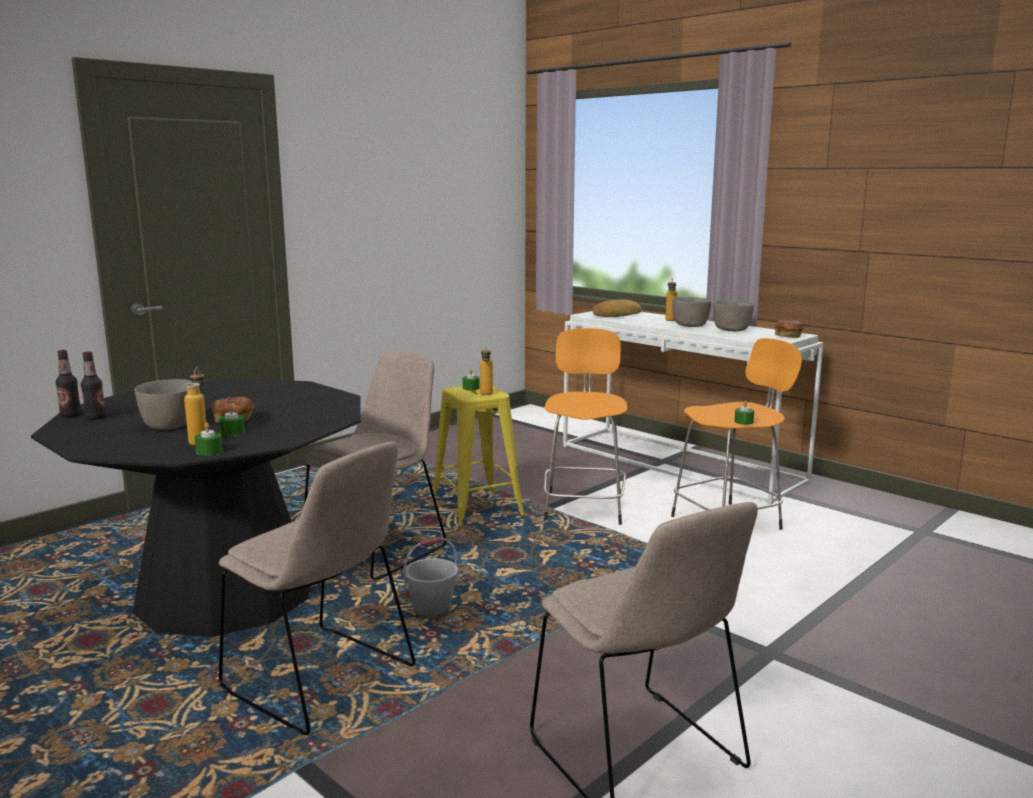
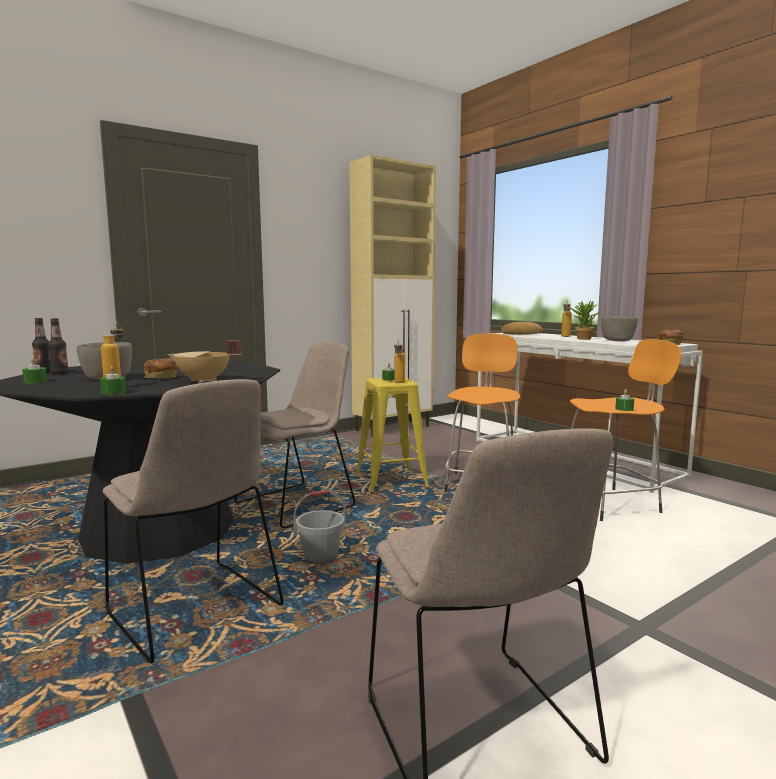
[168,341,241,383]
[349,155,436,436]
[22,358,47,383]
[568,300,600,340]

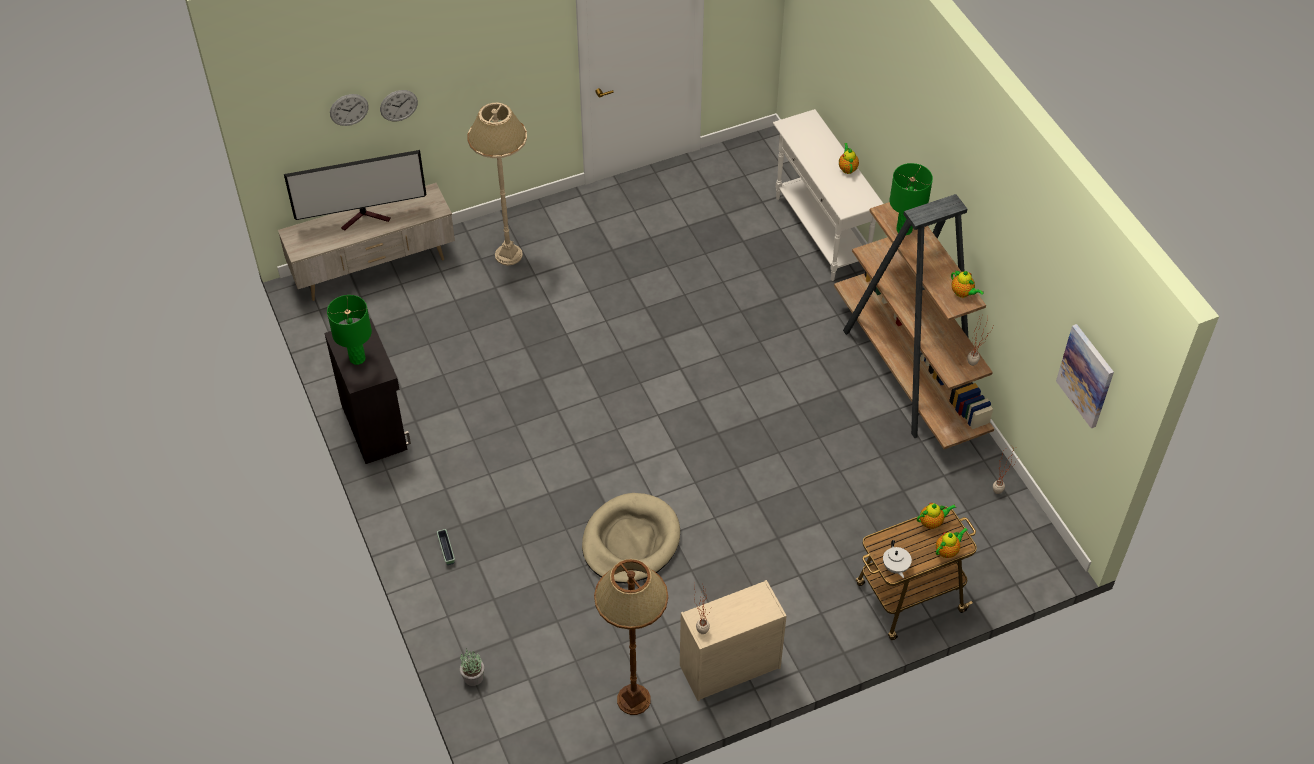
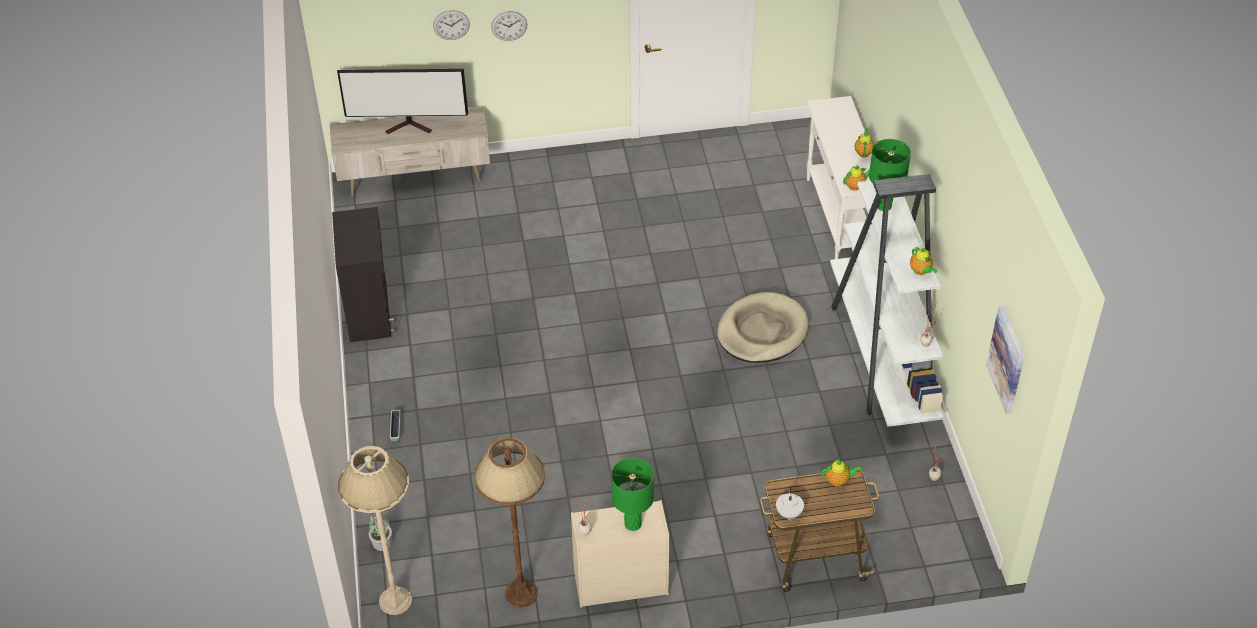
[611,458,654,531]
[491,11,527,41]
[338,446,412,615]
[717,292,809,363]
[843,165,870,191]
[830,174,943,427]

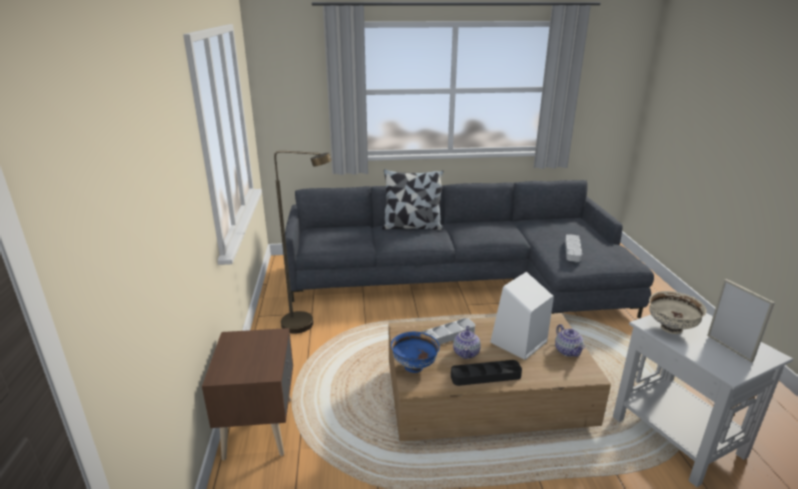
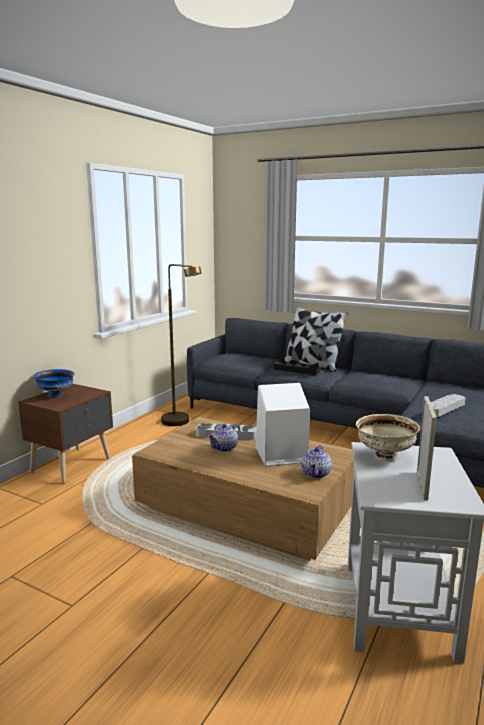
[33,369,74,398]
[274,361,320,375]

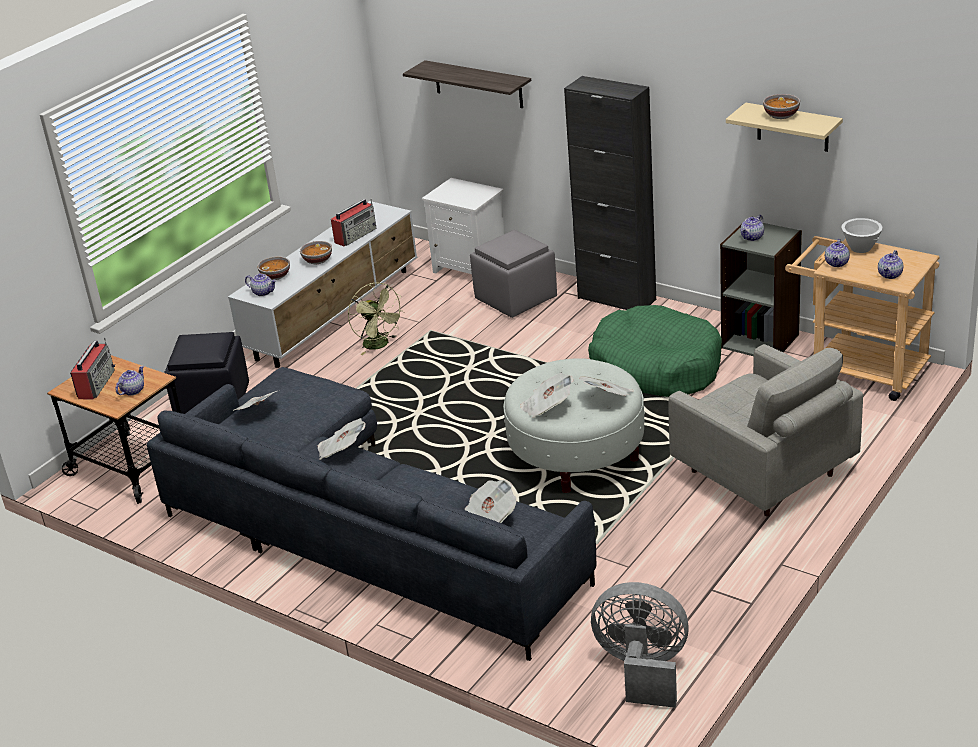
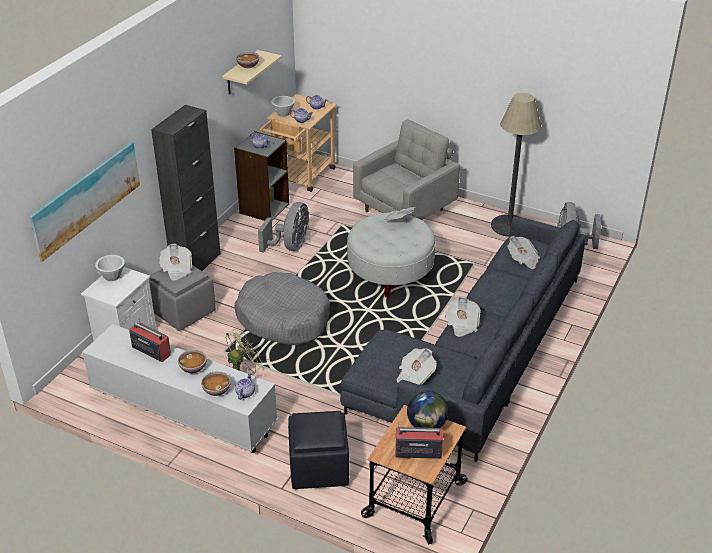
[95,255,125,281]
[235,272,330,345]
[491,93,541,237]
[159,244,192,281]
[407,391,448,428]
[30,142,140,262]
[258,202,309,253]

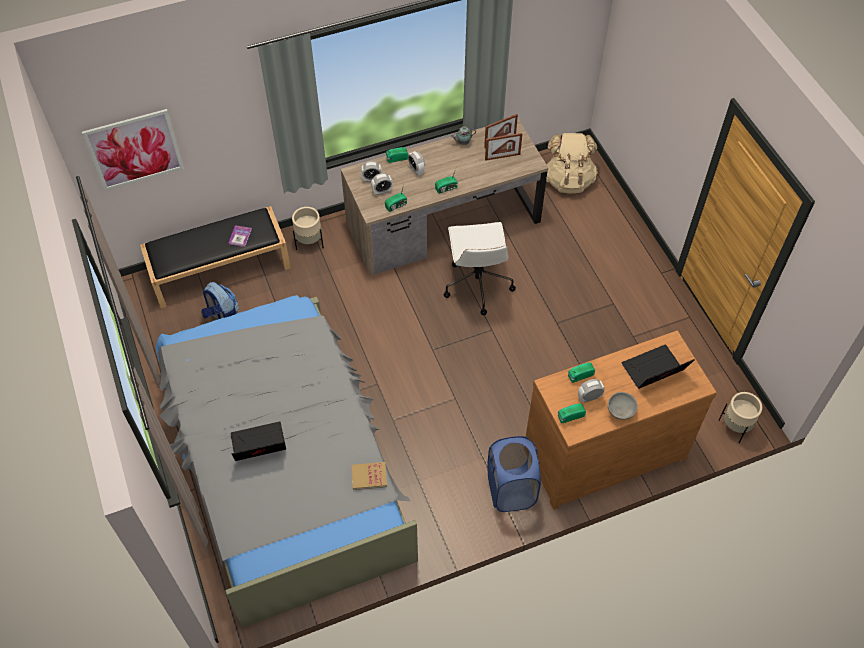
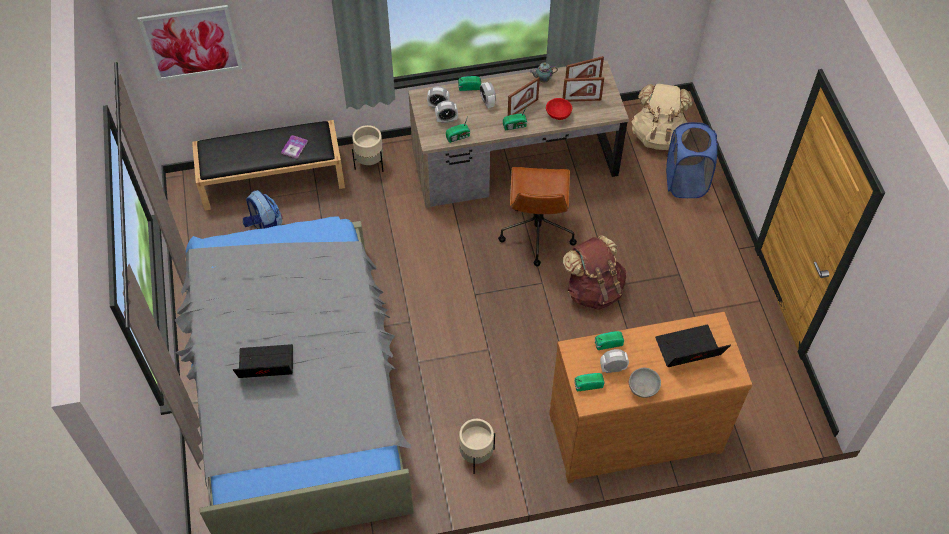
[351,462,387,490] (first image)
[508,77,540,116]
[546,98,572,120]
[563,235,626,310]
[666,122,718,198]
[459,419,495,474]
[498,167,577,266]

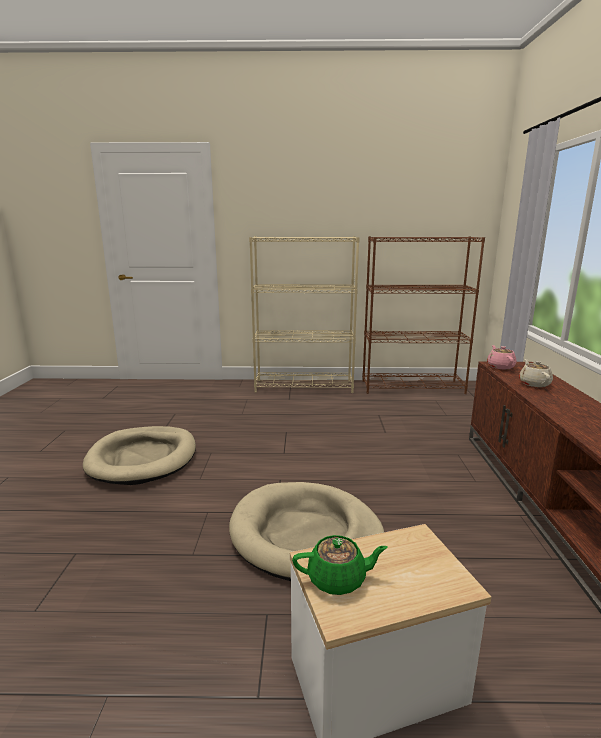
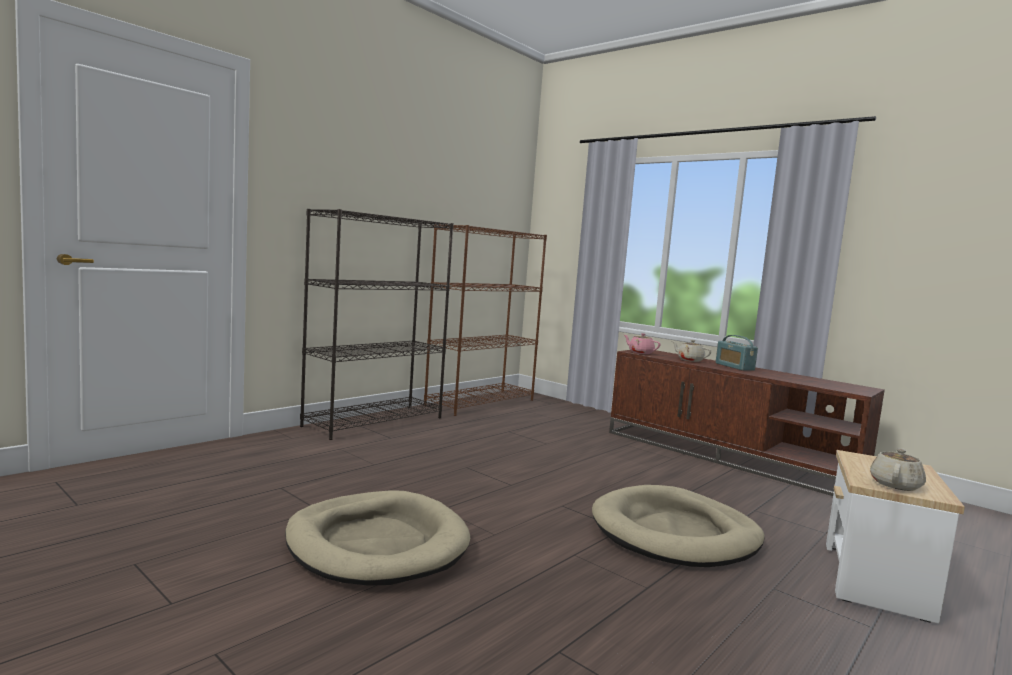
[716,335,758,371]
[300,209,454,440]
[870,448,926,491]

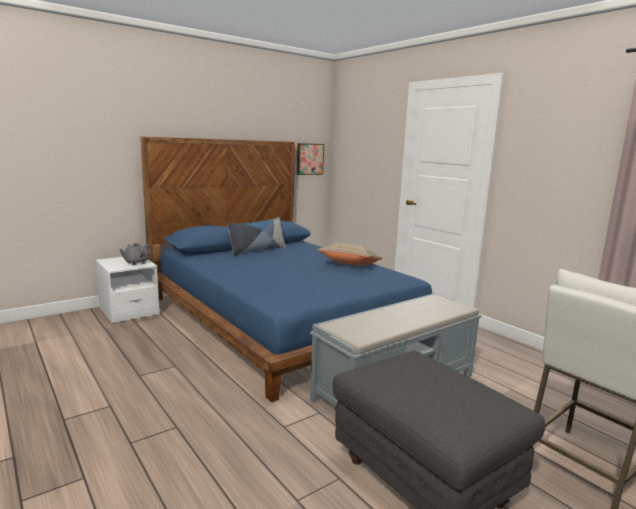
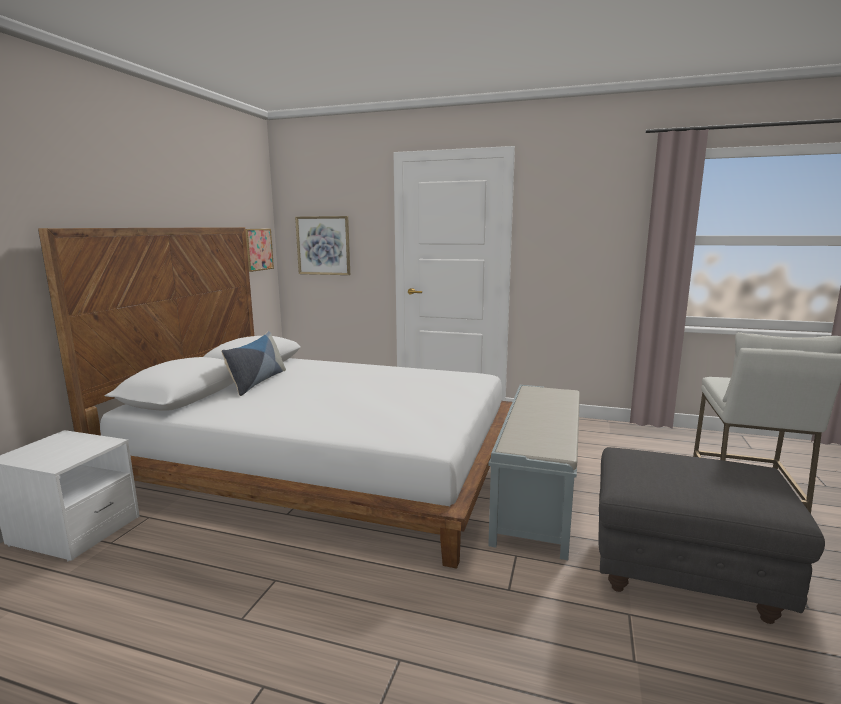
[119,243,152,265] (first image)
[318,243,383,265] (first image)
[295,216,350,275]
[38,227,512,568]

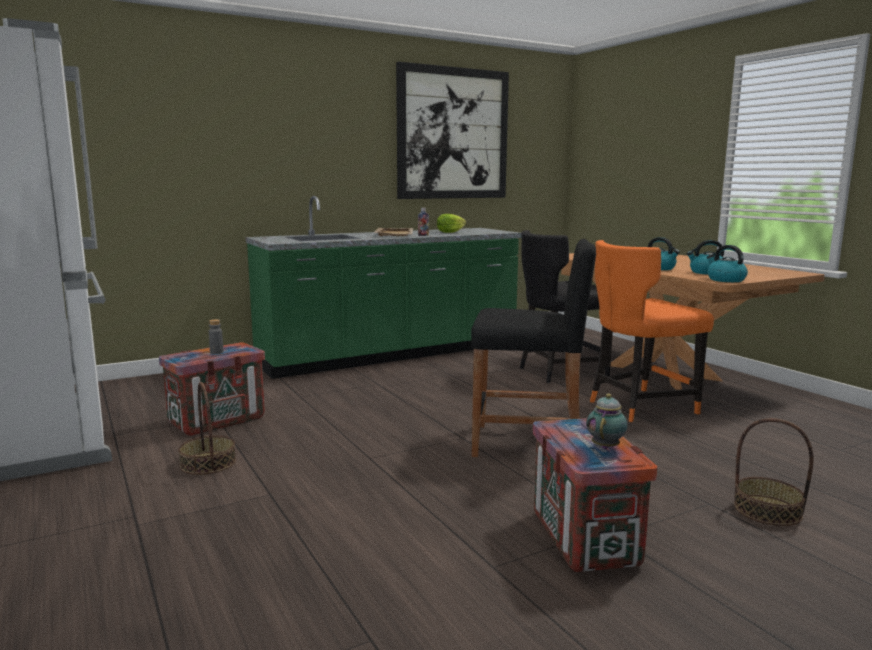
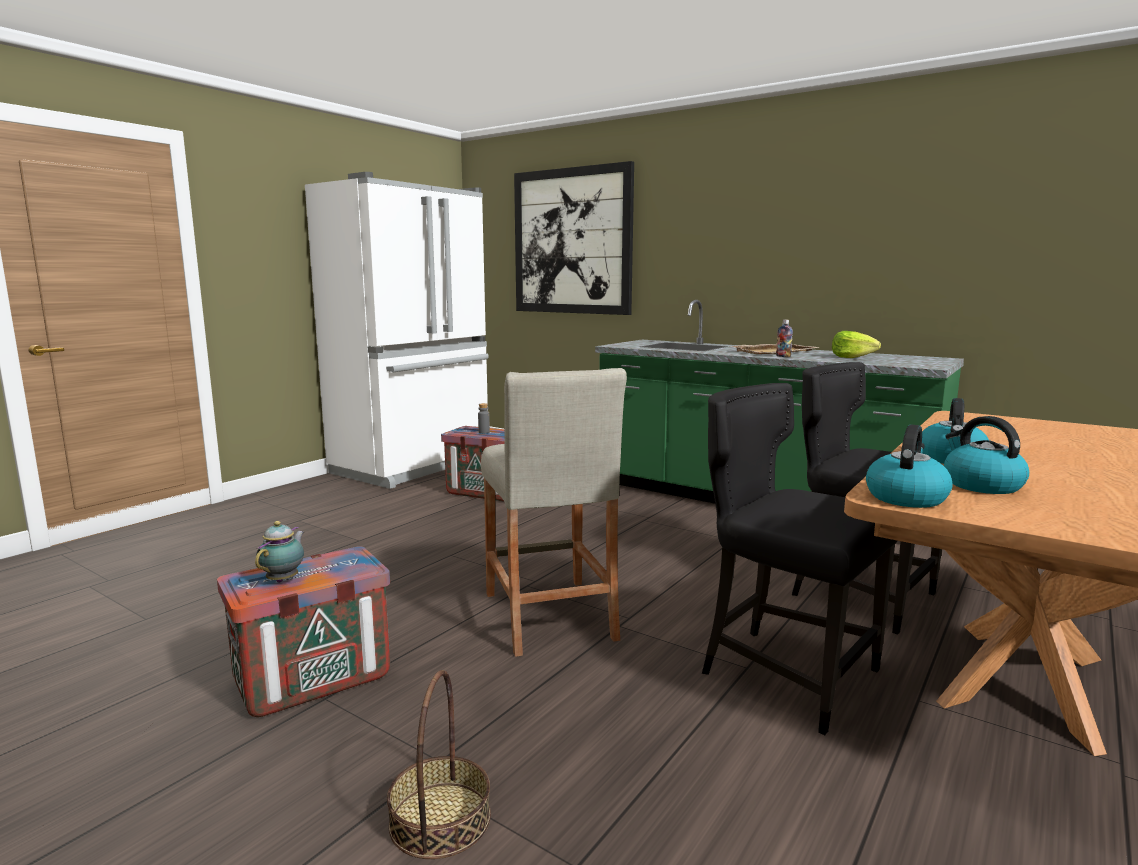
[178,382,236,475] (first image)
[514,161,634,315]
[481,368,627,657]
[702,383,897,735]
[255,521,304,583]

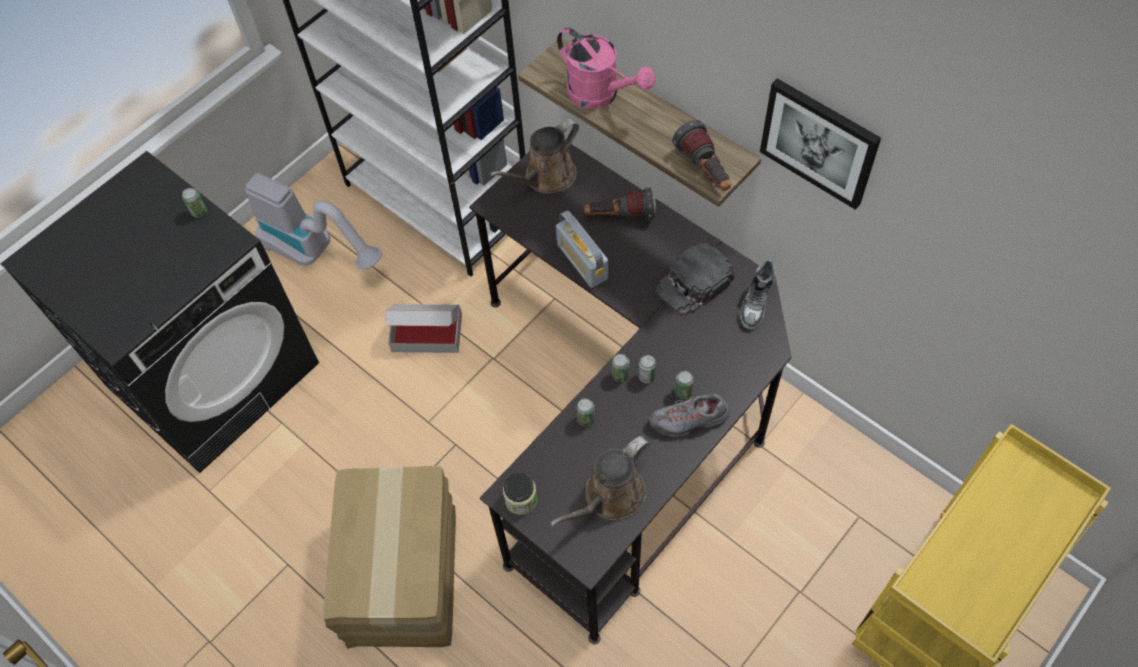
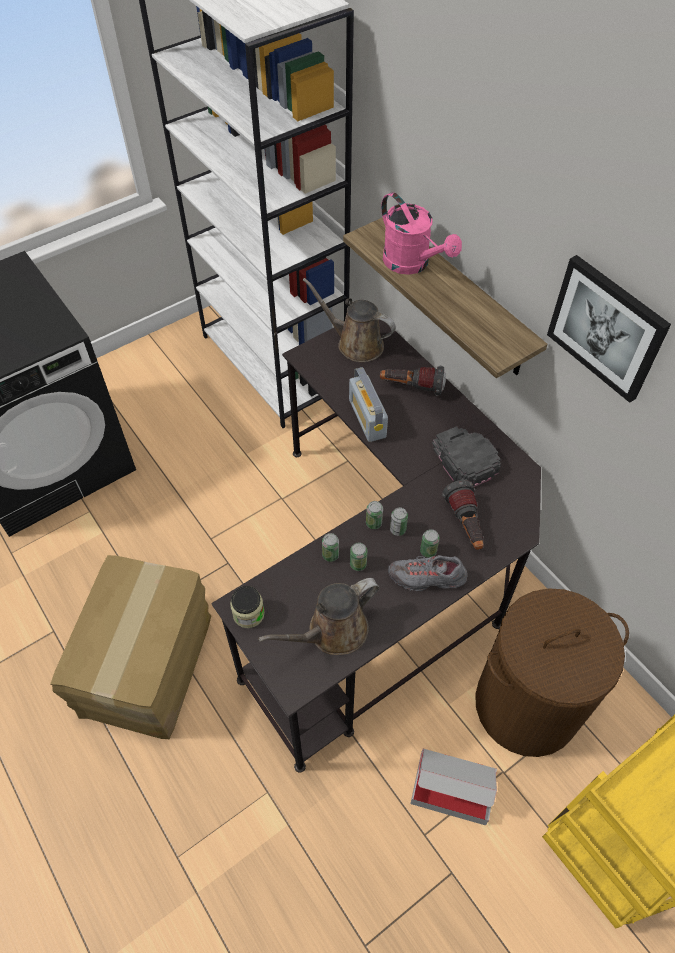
[245,173,382,269] (first image)
[740,259,775,329] (first image)
[475,588,629,757]
[350,542,368,571]
[410,749,497,826]
[442,480,484,550]
[303,278,396,362]
[432,426,501,487]

